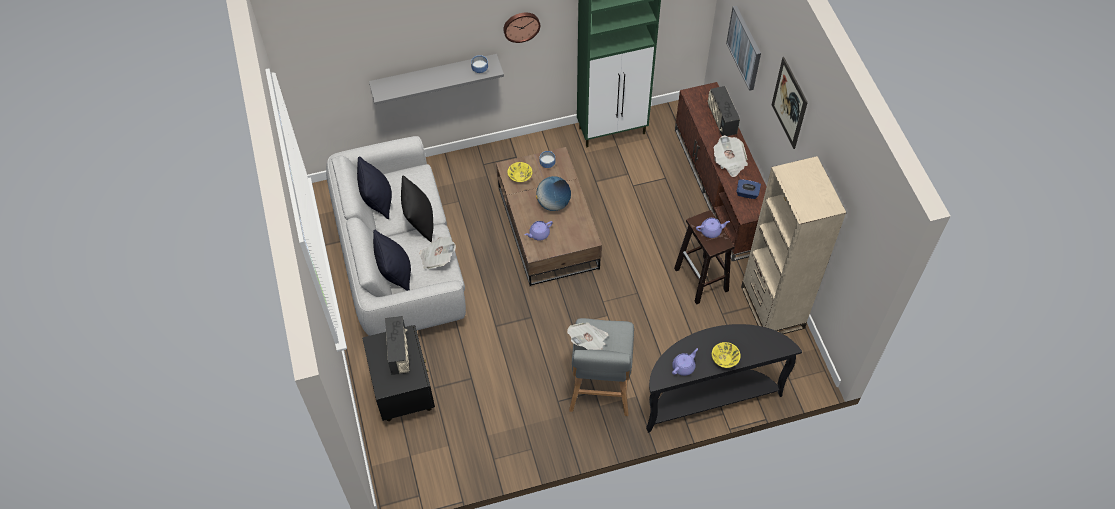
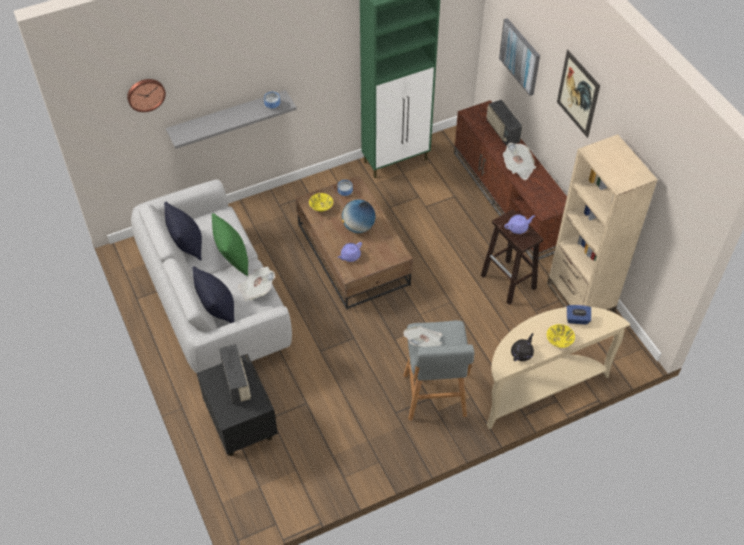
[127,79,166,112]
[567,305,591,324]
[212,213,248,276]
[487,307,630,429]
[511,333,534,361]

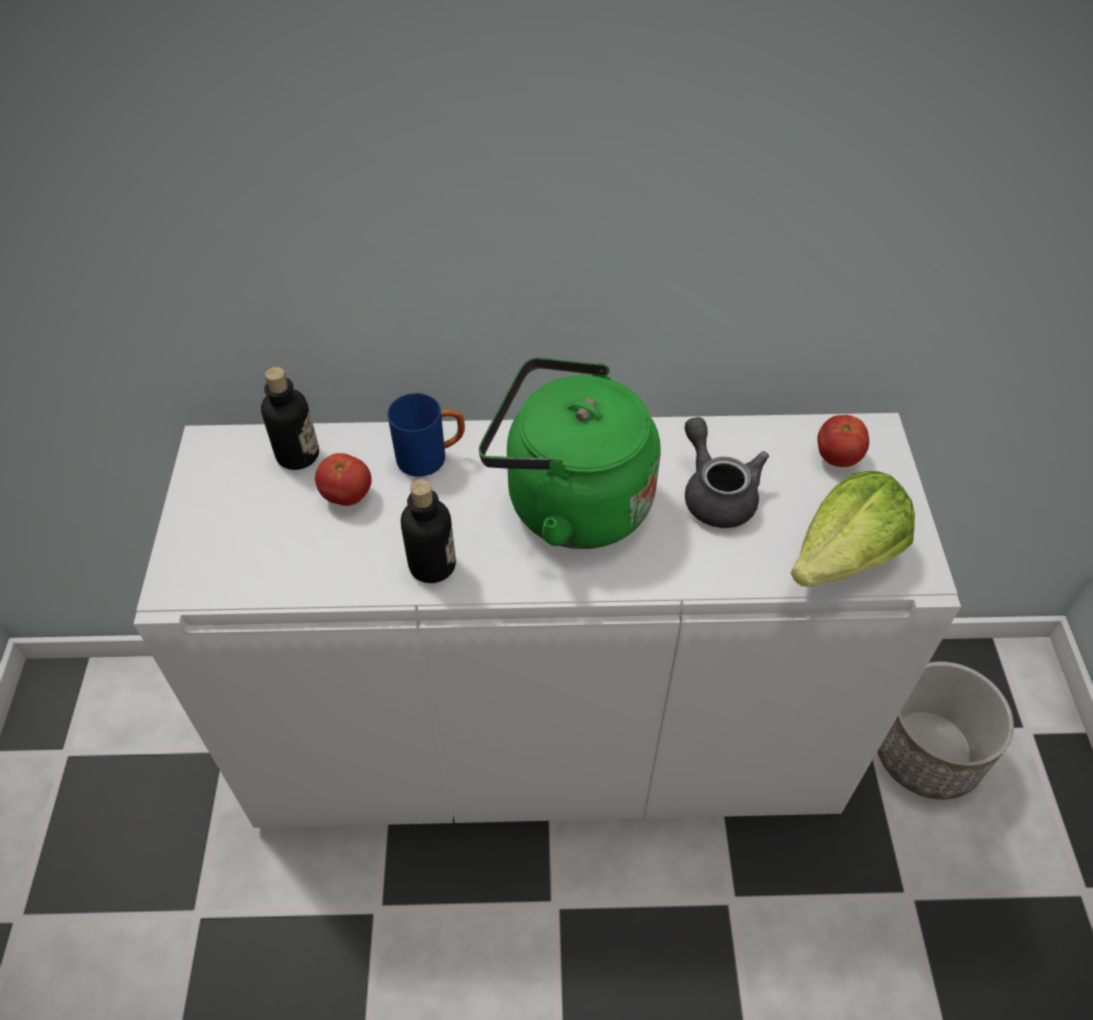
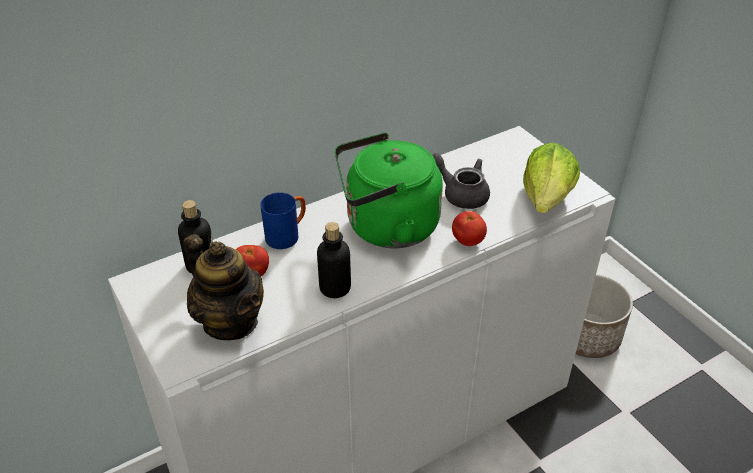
[183,234,264,340]
[452,211,487,246]

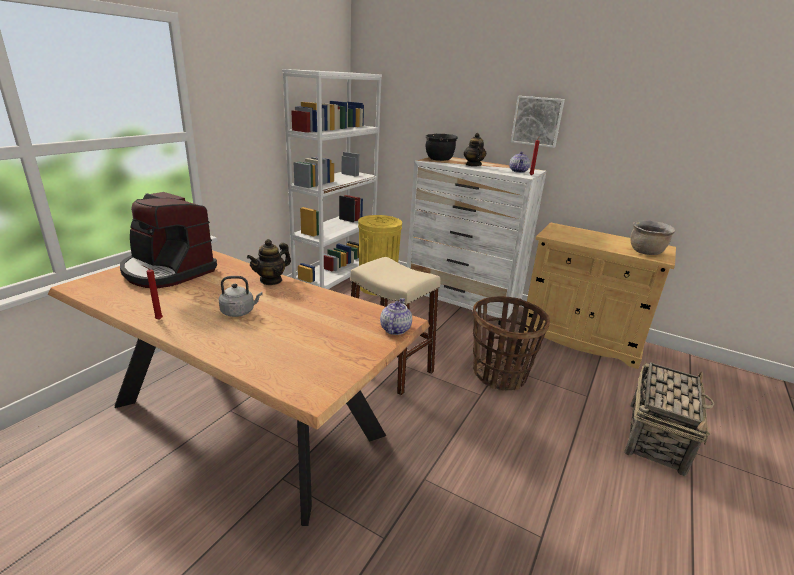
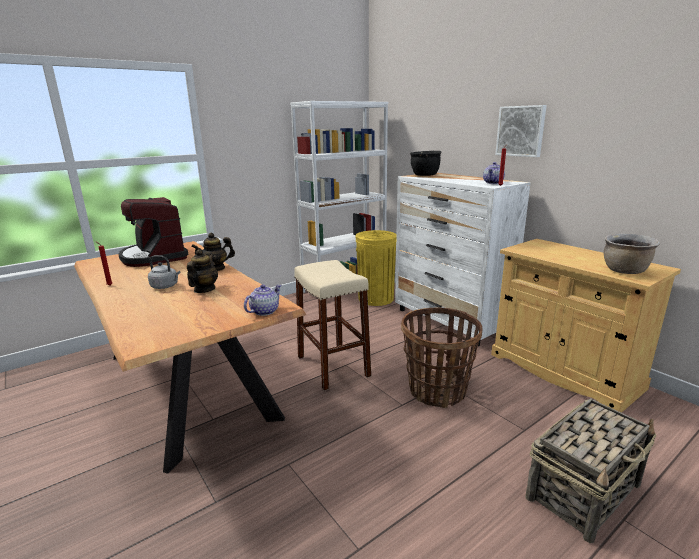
[187,249,218,293]

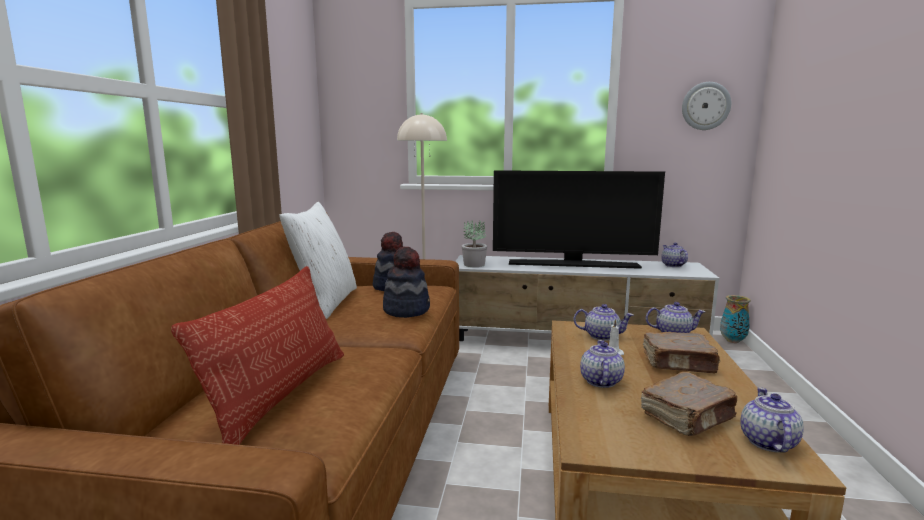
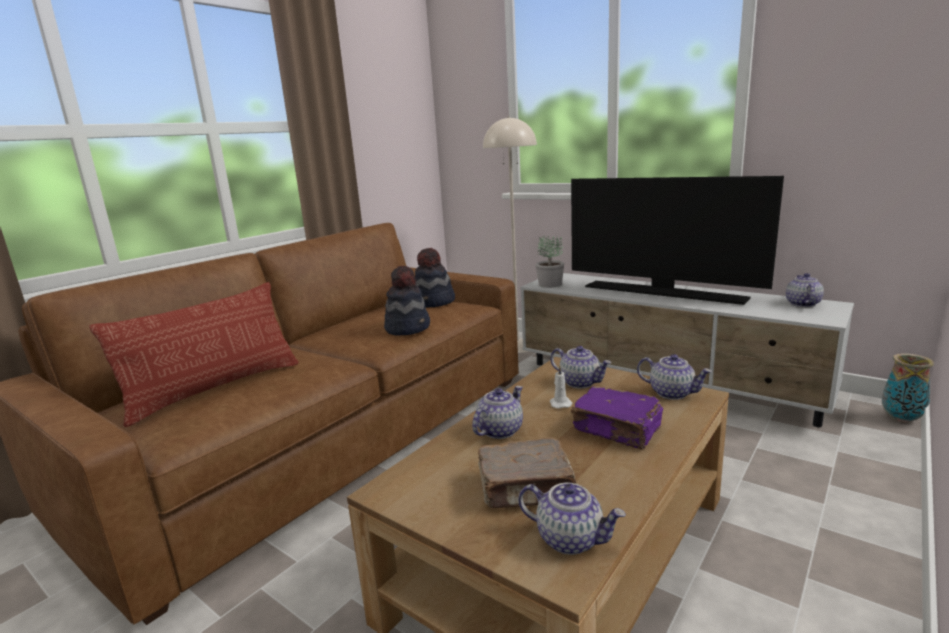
[279,202,357,319] (first image)
[682,82,731,130] (first image)
[571,386,663,449]
[518,482,626,555]

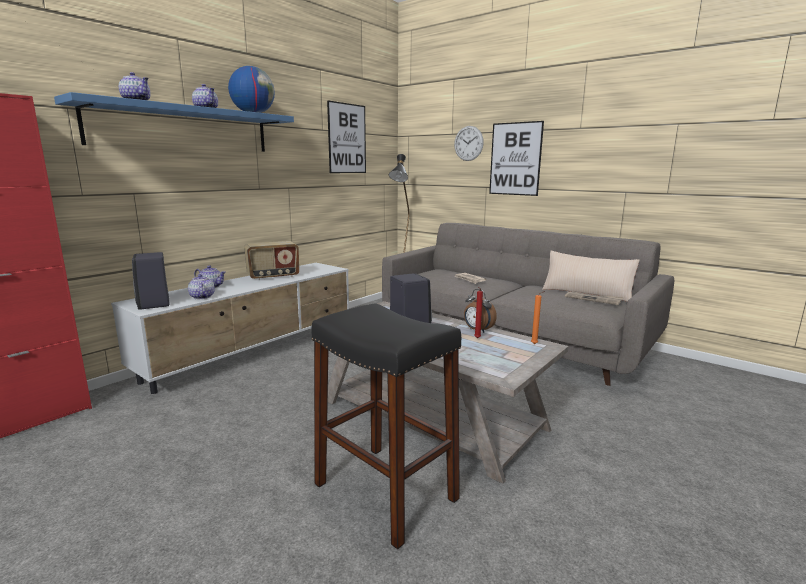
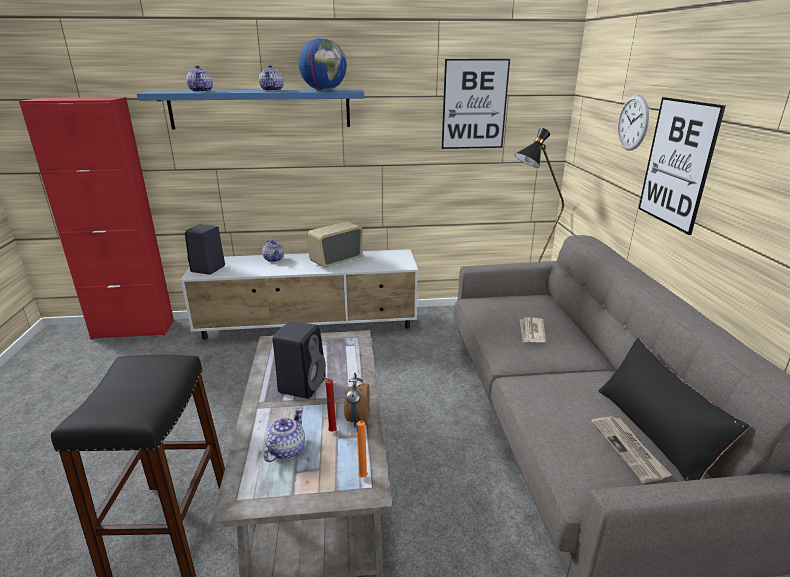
[264,408,305,462]
[599,338,750,481]
[307,221,363,268]

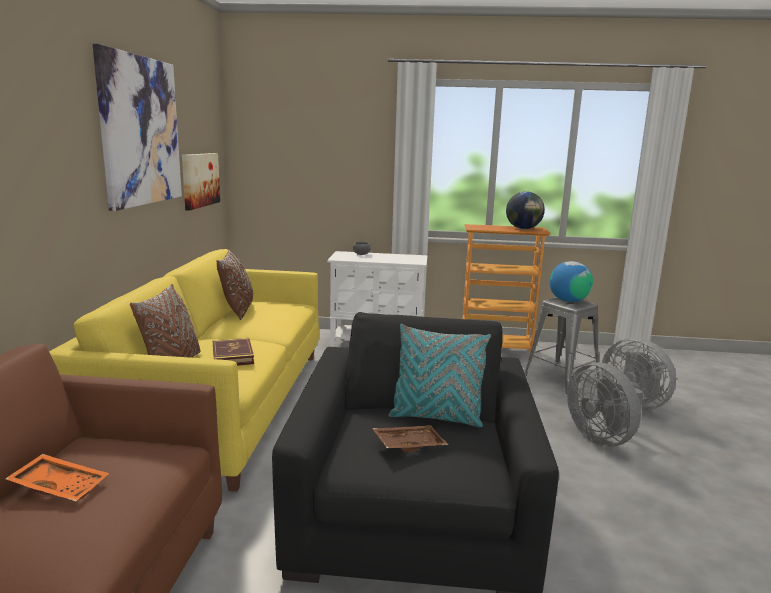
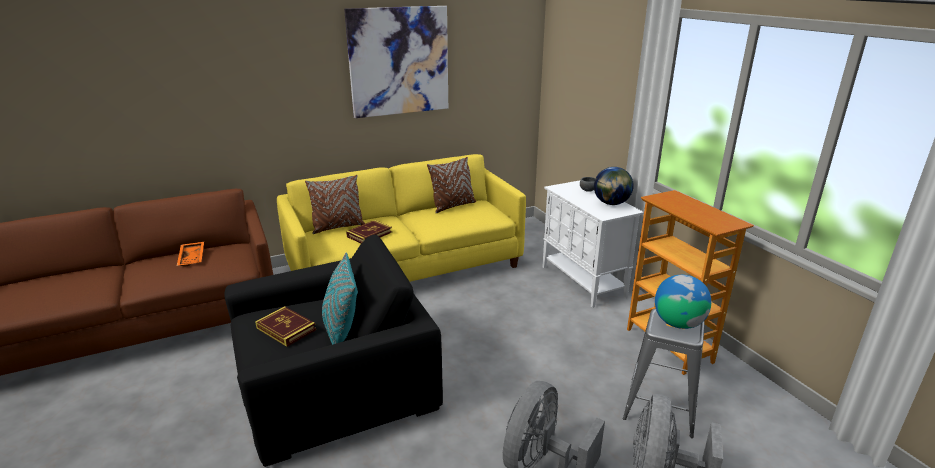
[182,153,220,211] (first image)
[594,167,634,205]
[255,306,316,347]

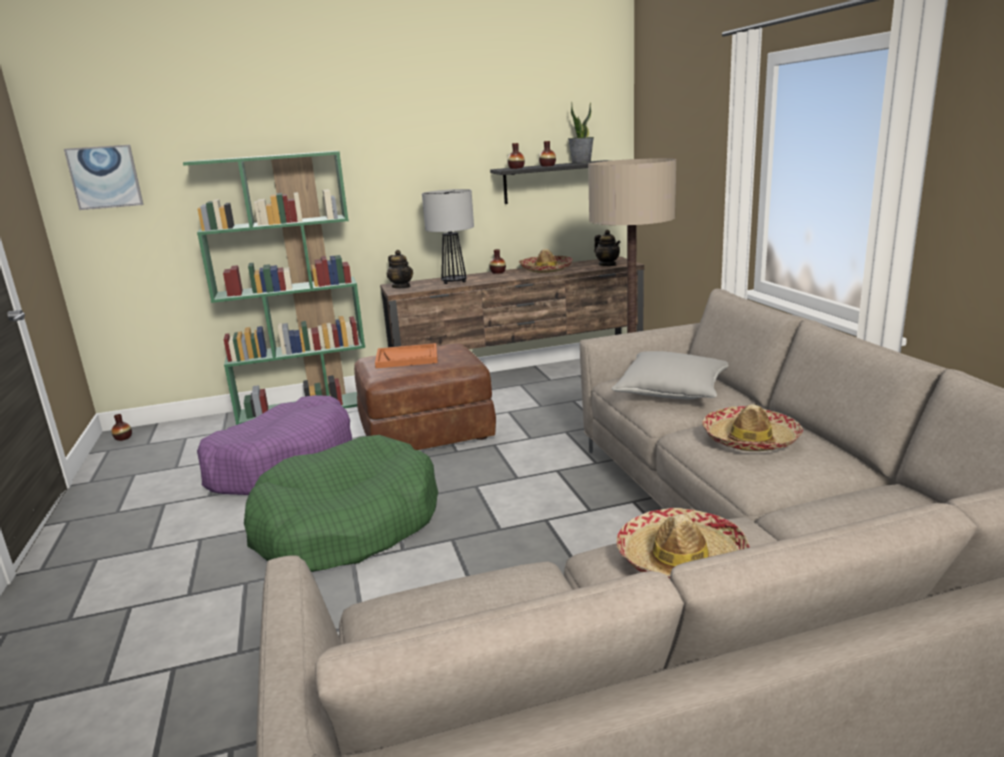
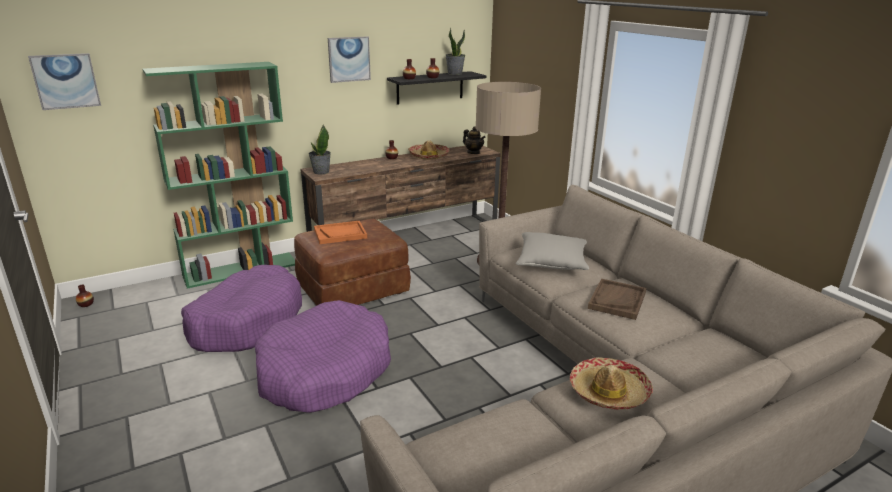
[422,189,474,284] (first image)
[328,36,371,83]
[308,124,331,174]
[588,279,646,320]
[255,300,391,413]

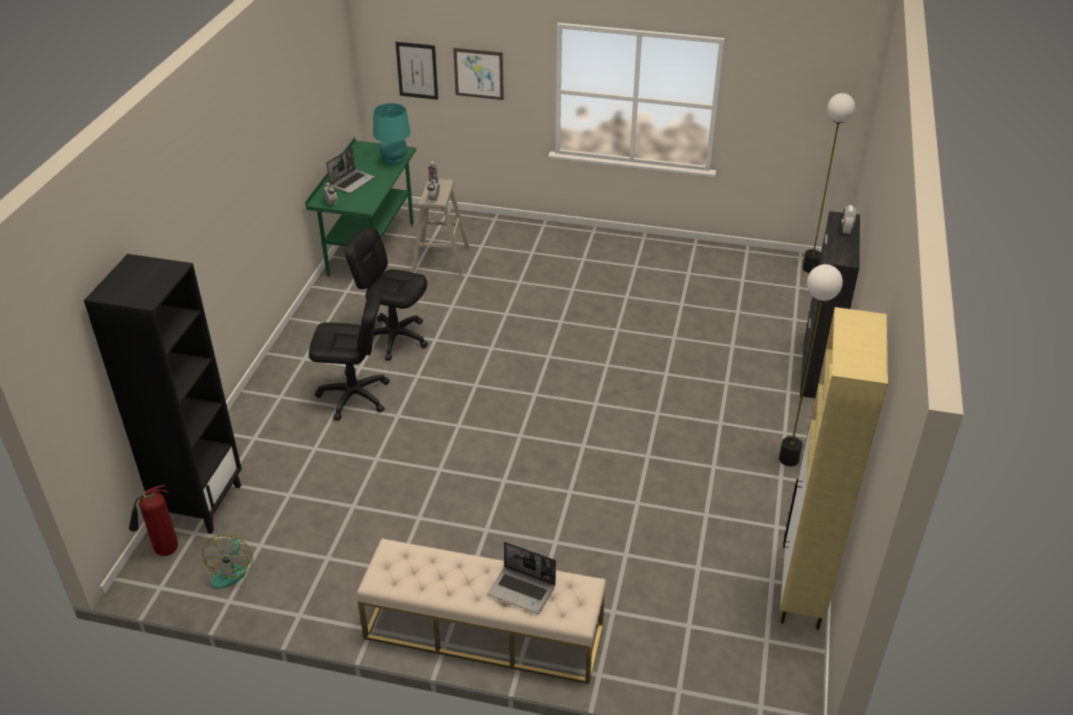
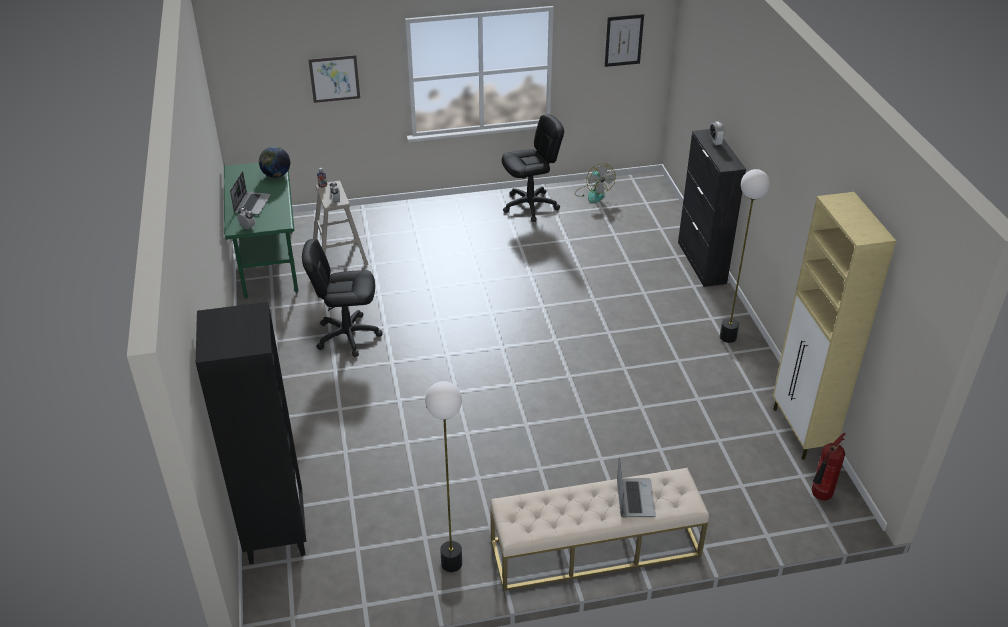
[812,433,846,500]
[574,163,616,203]
[502,114,564,222]
[605,14,644,67]
[425,381,462,572]
[259,147,290,178]
[617,457,656,517]

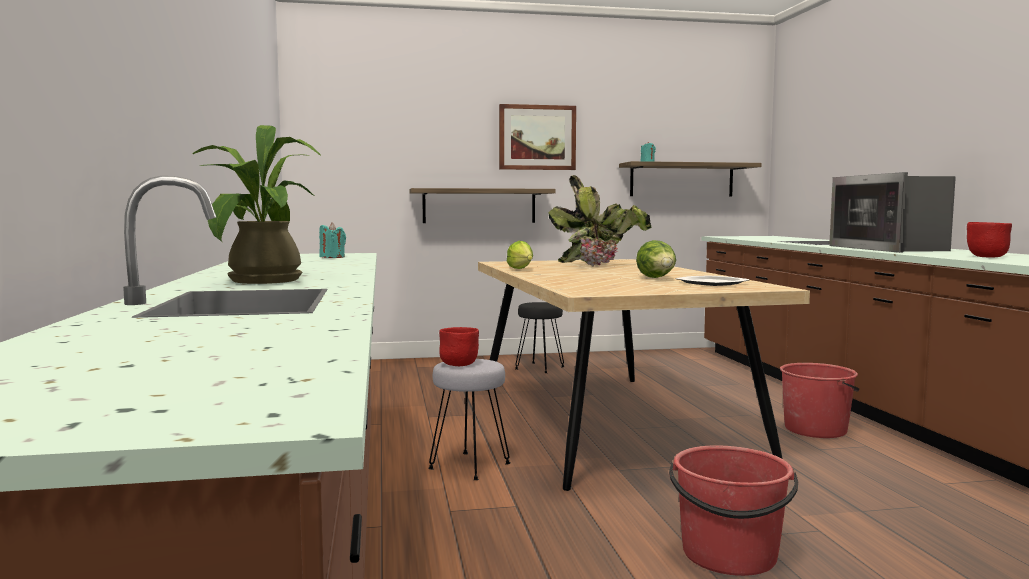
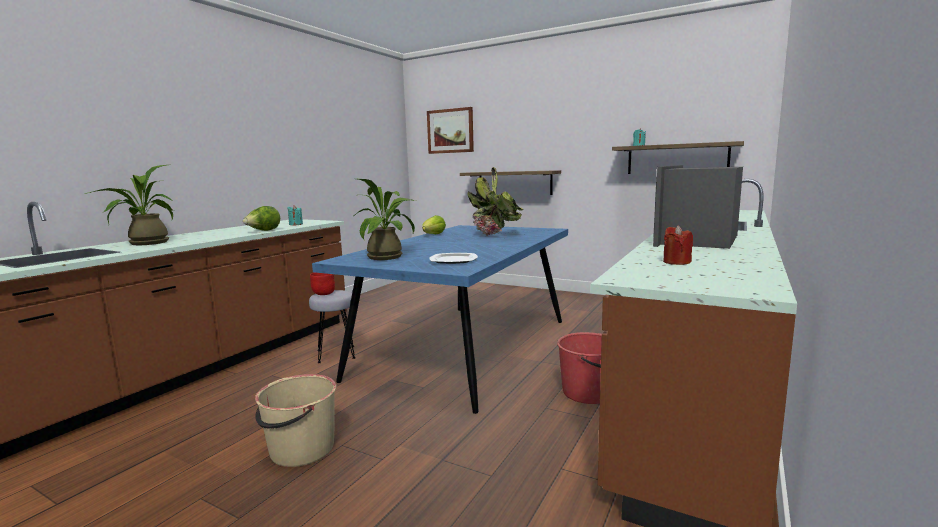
[515,302,565,373] (first image)
[355,179,416,260]
[427,107,474,154]
[243,206,280,231]
[663,225,693,265]
[312,225,568,414]
[255,374,337,467]

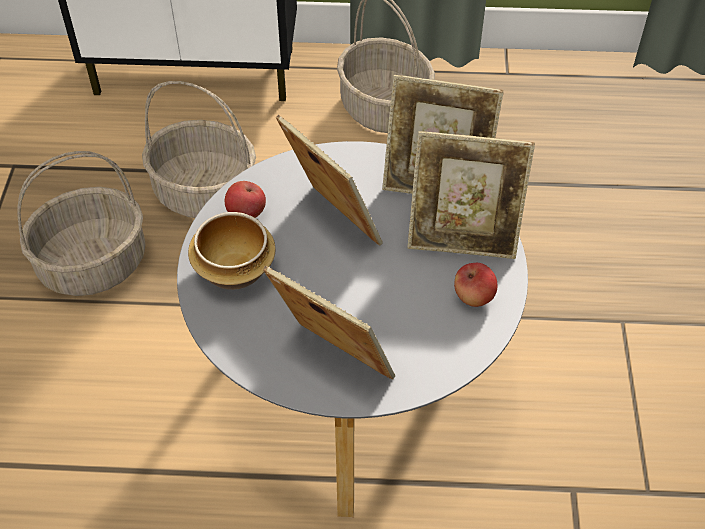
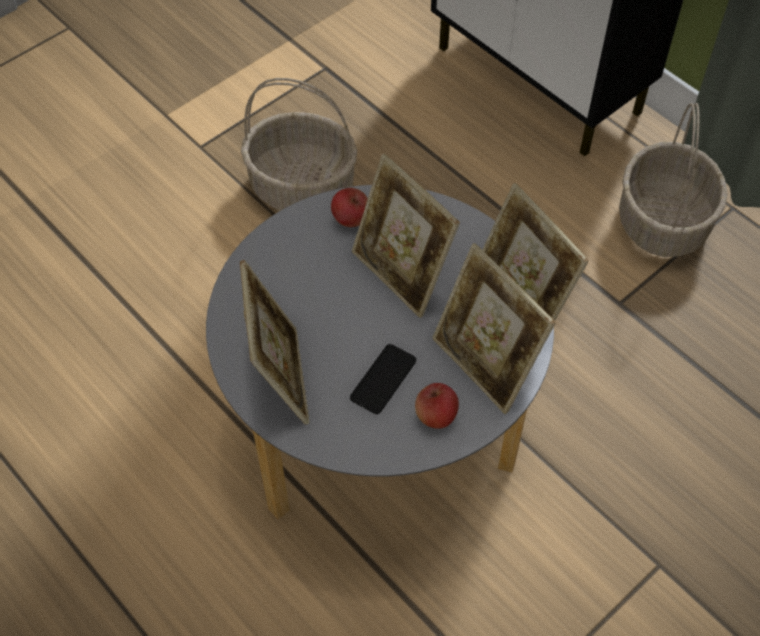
[142,81,256,218] (first image)
[188,212,276,290] (first image)
[350,344,416,414]
[352,154,460,318]

